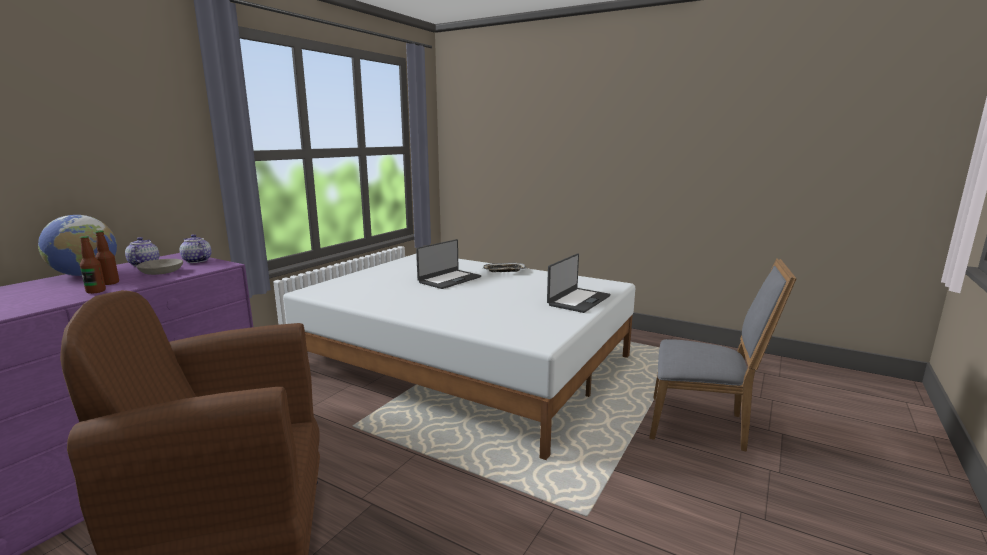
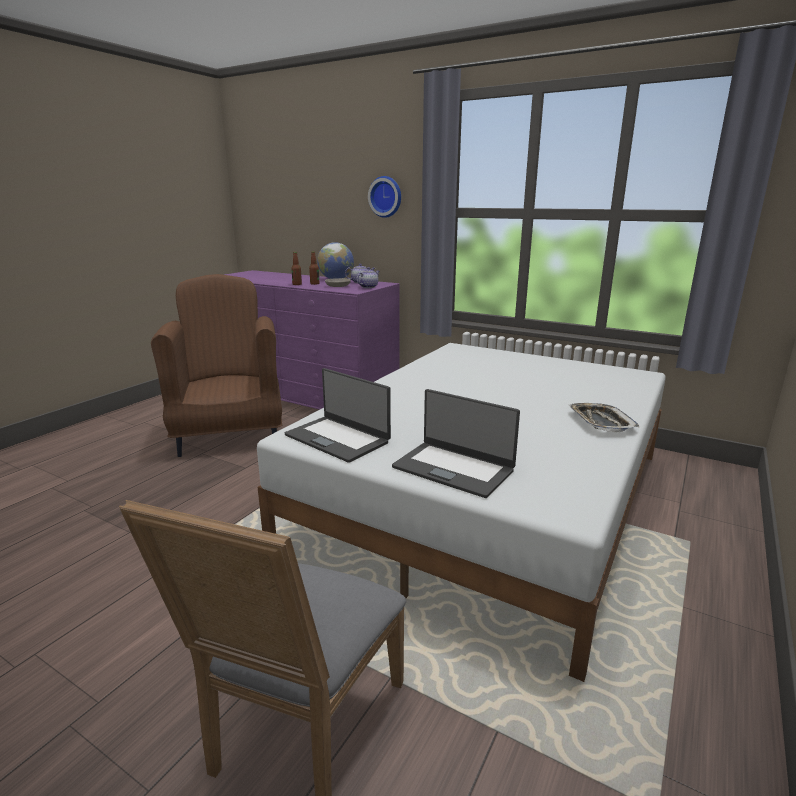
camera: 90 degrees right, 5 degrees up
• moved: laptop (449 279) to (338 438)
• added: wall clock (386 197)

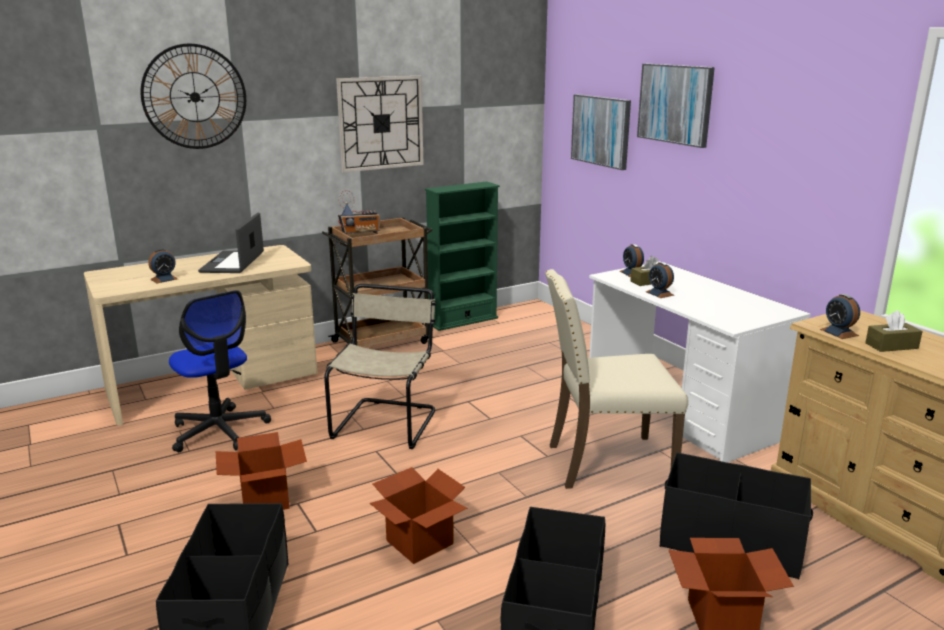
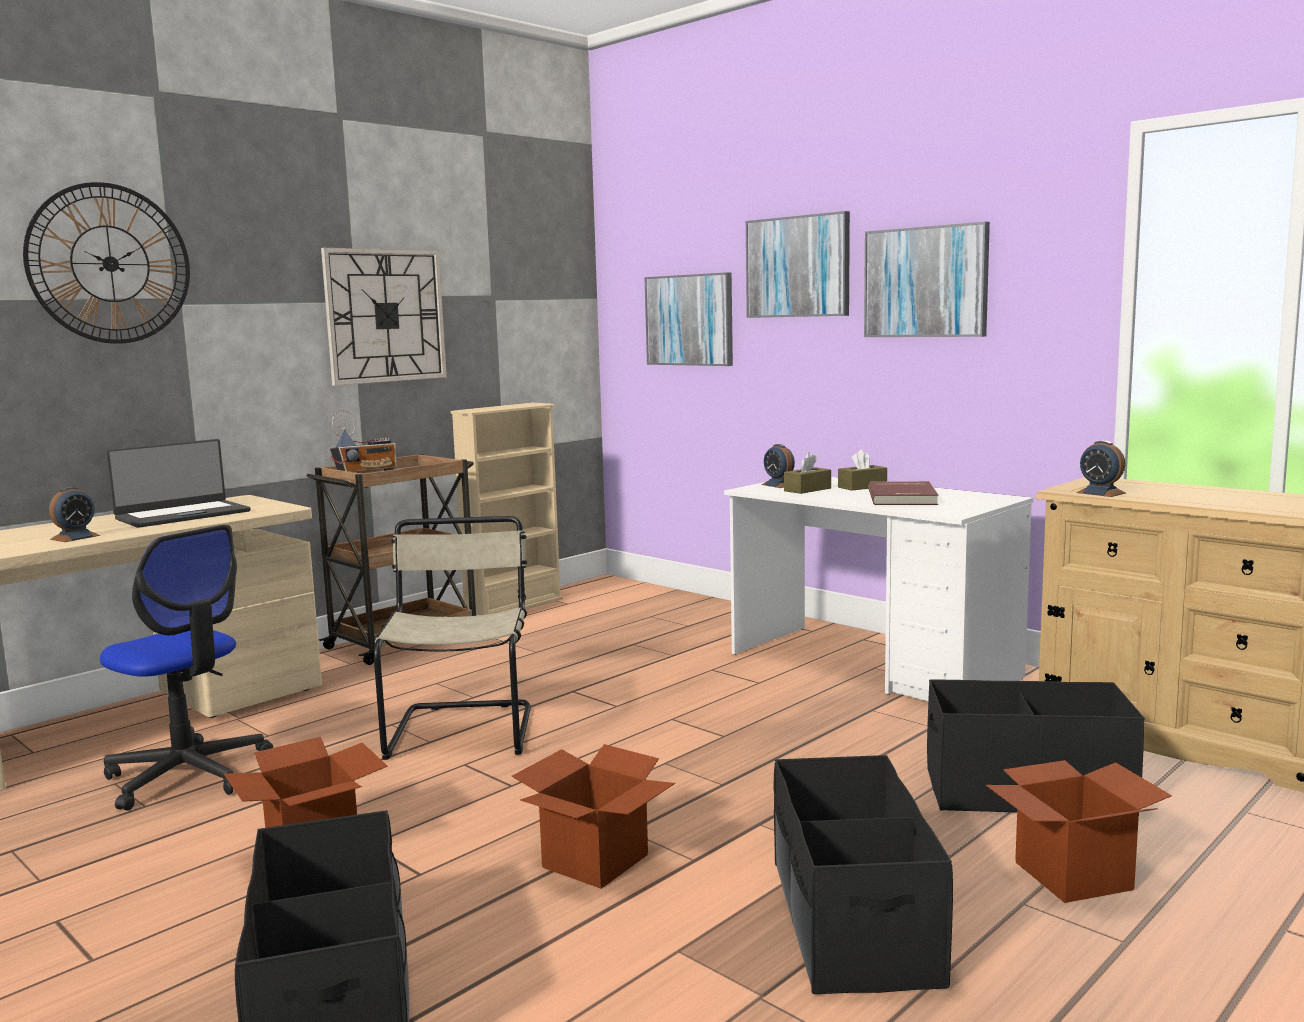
camera: 15 degrees left, 10 degrees down
• recoloured: green bookcase (463 321) to beige bookcase (513 606)
• turned: laptop (233 263) = (182 515) 120 degrees counterclockwise
• removed: alarm clock (659 293)
• removed: beige chair (606 463)
• moved: brown tissue box (891 346) to (862 487)
• added: picture (926 282)
• added: red book (903 497)

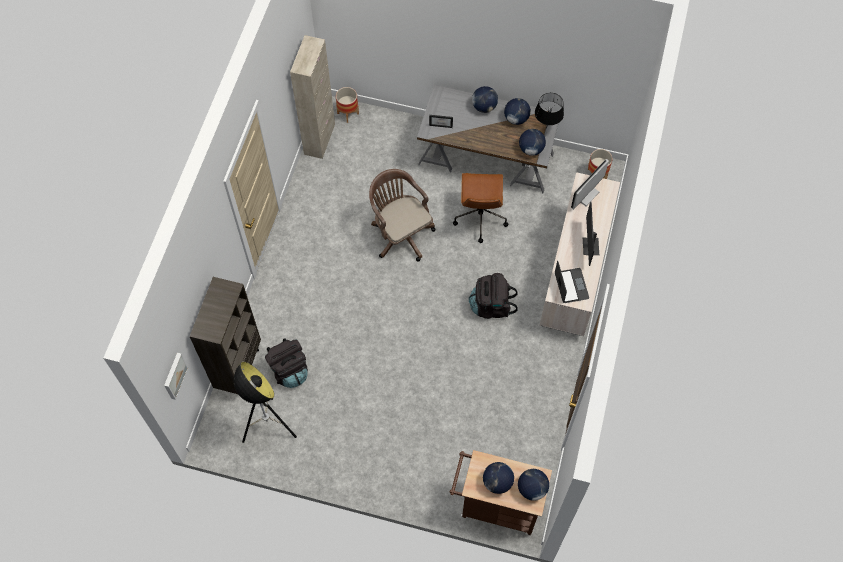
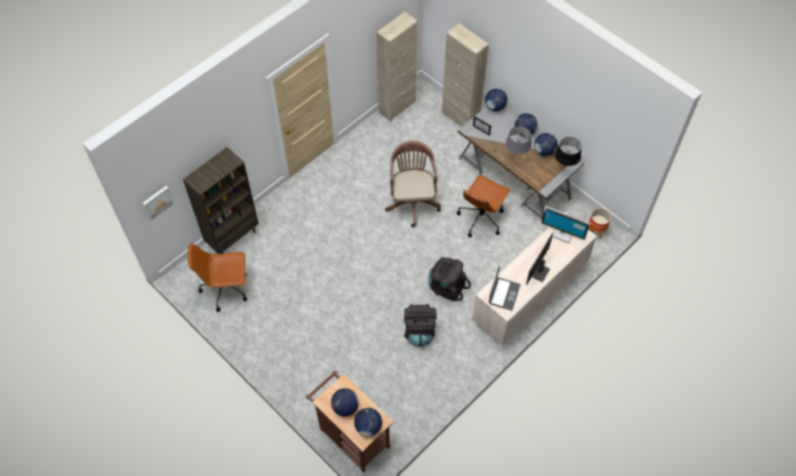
camera: 30 degrees right, 5 degrees down
• removed: planter (348 113)
• moved: globe (531 149) to (495 107)
• turned: monitor (587 195) = (562 233) 135 degrees counterclockwise
• moved: black backpack (289 370) to (419 331)
• replaced: floor lamp (268 426) to brown office chair (226 289)
• added: beige cabinet (460 118)
• added: grey table lamp (516 158)

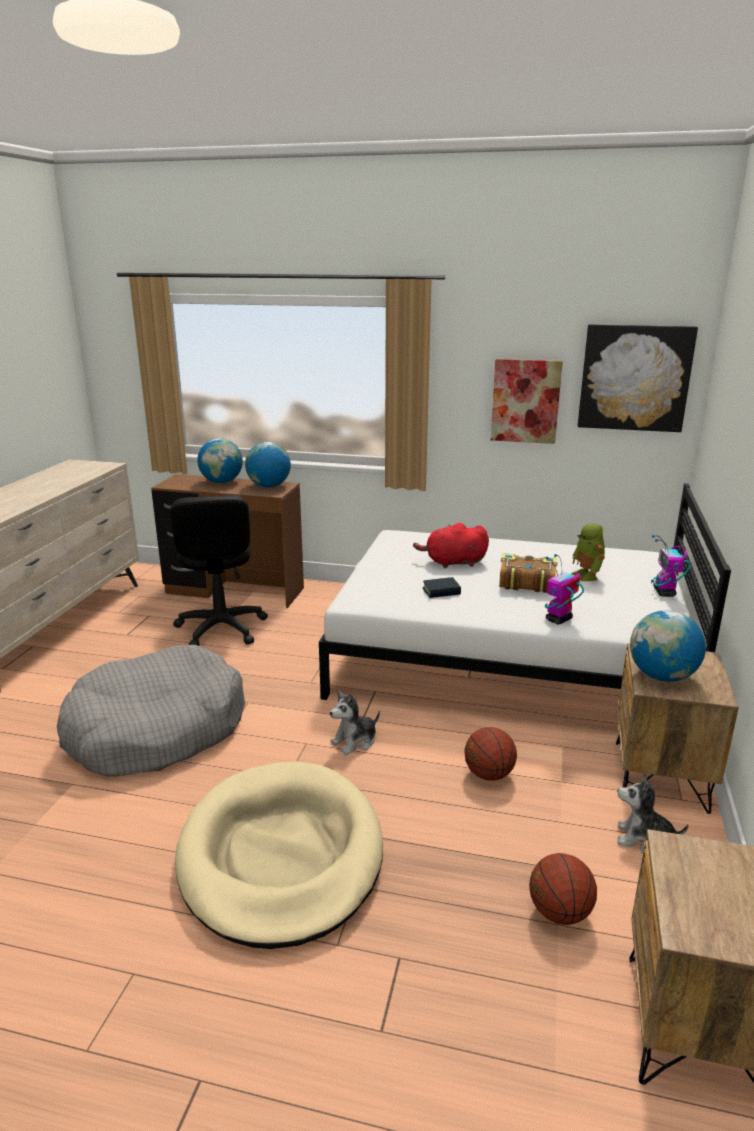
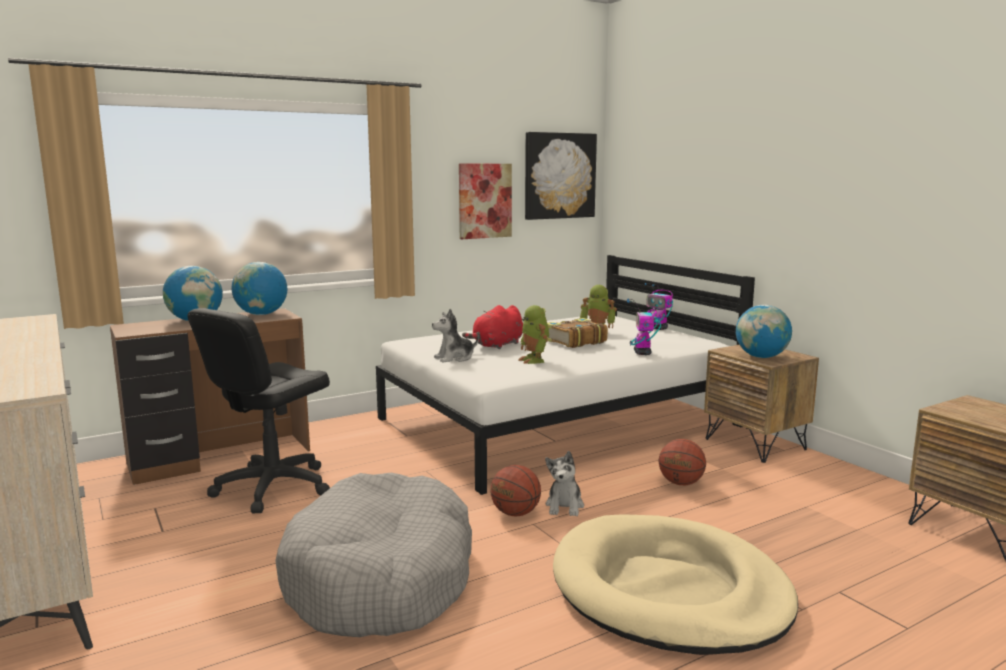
camera: 45 degrees left, 10 degrees down
• turned: black office chair (221 629) = (272 487) 90 degrees clockwise
• replaced: book (441 591) to toy robot (534 360)
• moved: plush toy (644 839) to (454 358)
• moved: basketball (559 912) to (515 513)

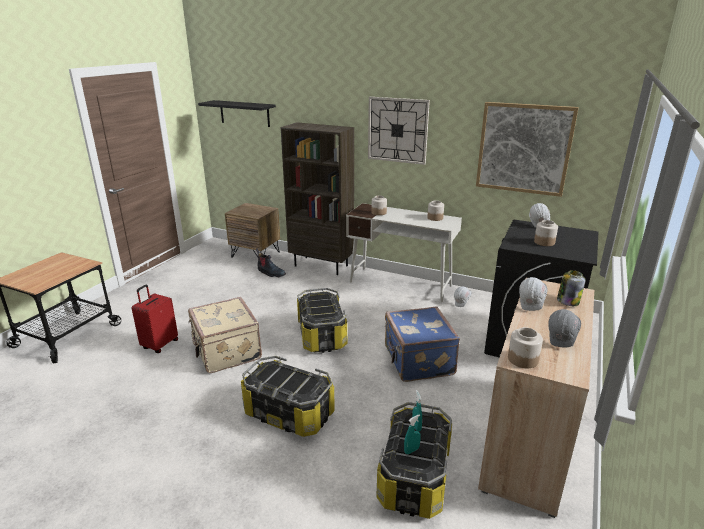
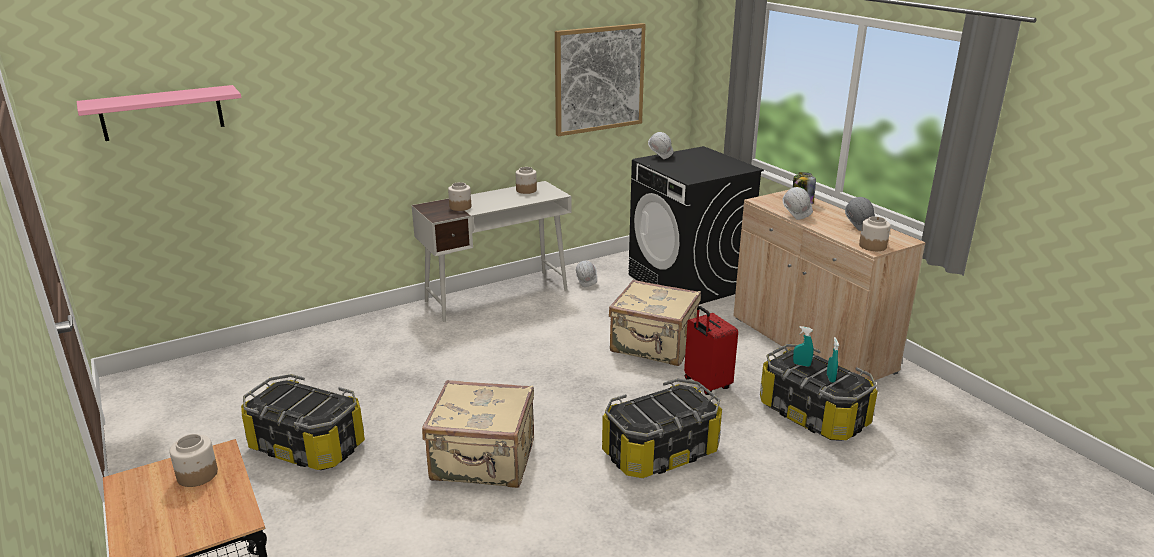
camera: 55 degrees left, 0 degrees up
• removed: wall clock (397 130)
• recoloured: black shelf (244 113) to pink shelf (162 113)
• removed: brown bookcase (322 266)
• removed: brown nightstand (256 254)
• moved: jar (544 242) to (197 475)
• removed: boot (270 273)
• moved: red suitcase (159 344) to (706 384)
• moved: storage box (322 335) to (308 445)
• recoloured: blue suitcase (417 361) to beige suitcase (654 346)

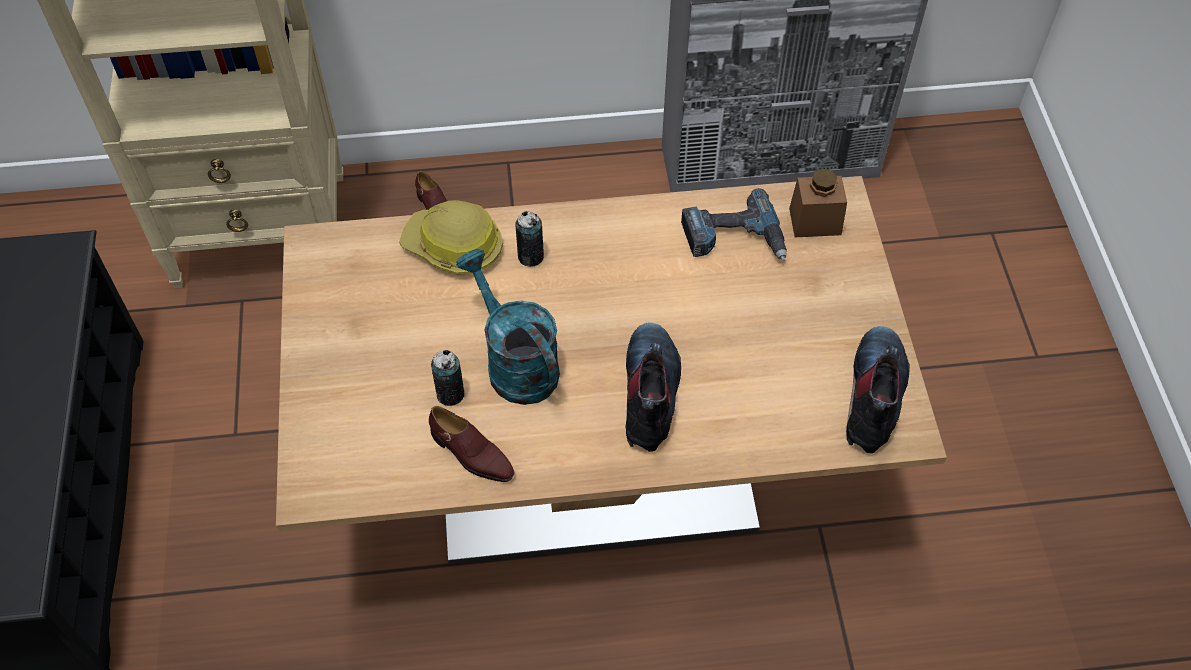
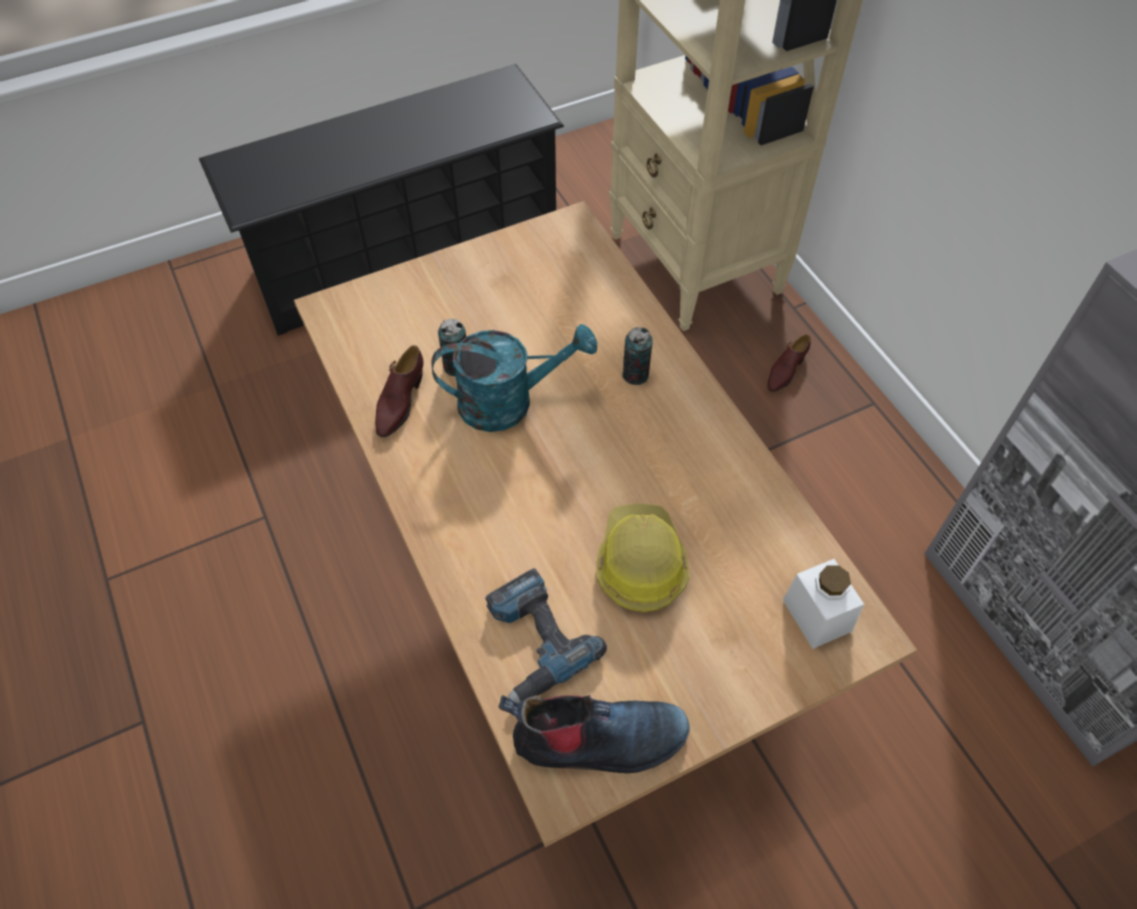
camera: 70 degrees right, 0 degrees up
• recoloured: brown jar (815 221) to white jar (817 615)
• moved: power drill (734 238) to (532 641)
• moved: hard hat (454 247) to (640 563)
• turned: turquoise watering can (515 362) = (509 401) 45 degrees clockwise
• removed: boot (651 394)

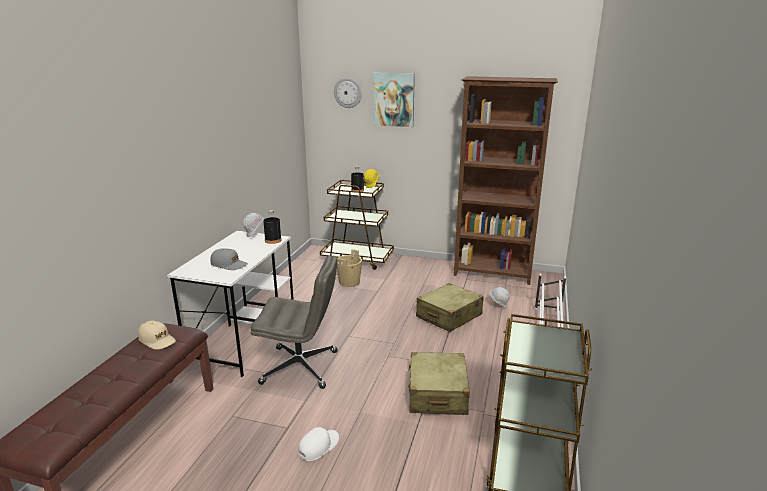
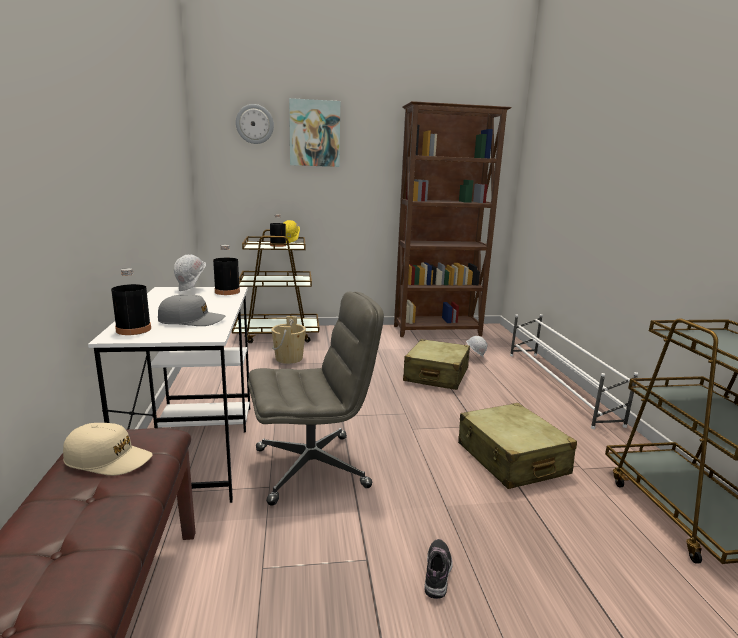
camera: 25 degrees left, 5 degrees down
• replaced: white cap (318 446) to shoe (437 572)
• added: black bottle (133 329)

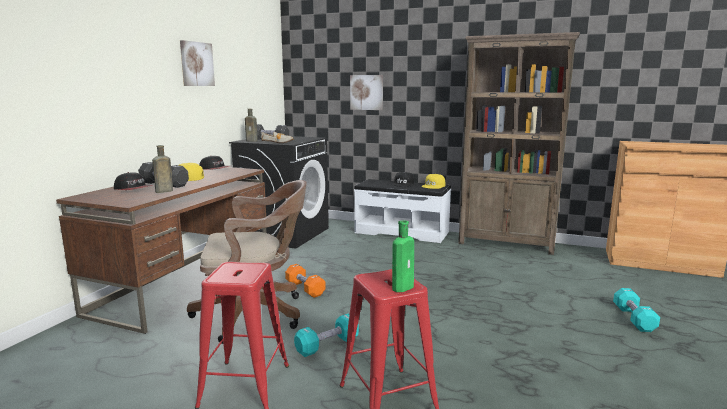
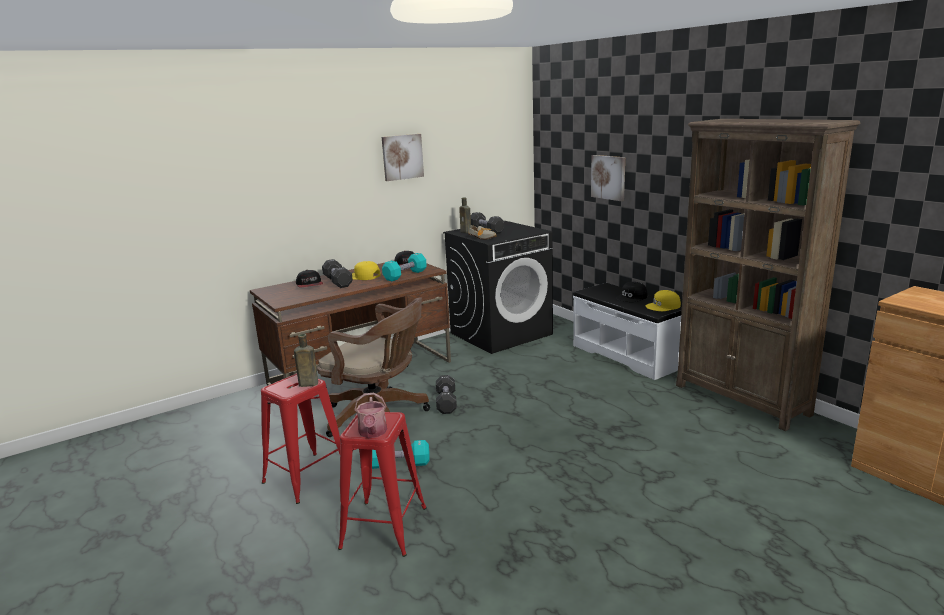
camera: 35 degrees right, 5 degrees up
• moved: brown bottle (163 191) to (307 384)
• replaced: green bottle (404 287) to watering can (372 433)
• recoloured: orange dumbbell (305 289) to black dumbbell (446 402)
• moved: turquoise dumbbell (633 319) to (405 275)

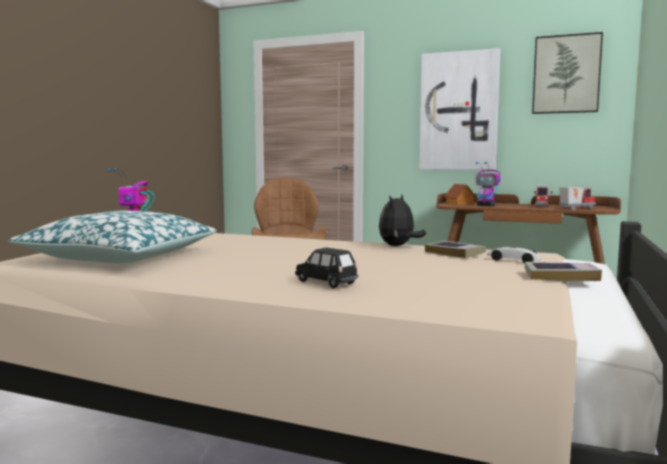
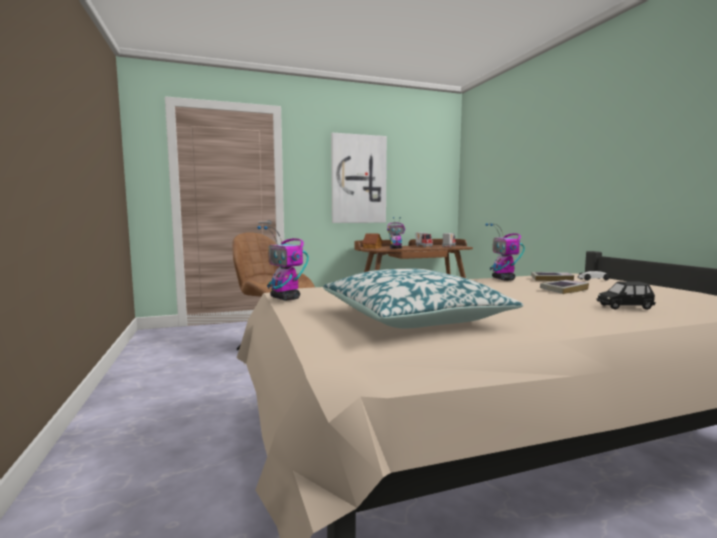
camera: 40 degrees left, 0 degrees up
• removed: picture (566 74)
• replaced: plush toy (398 246) to toy robot (503 279)
• moved: book (561 276) to (563 290)

